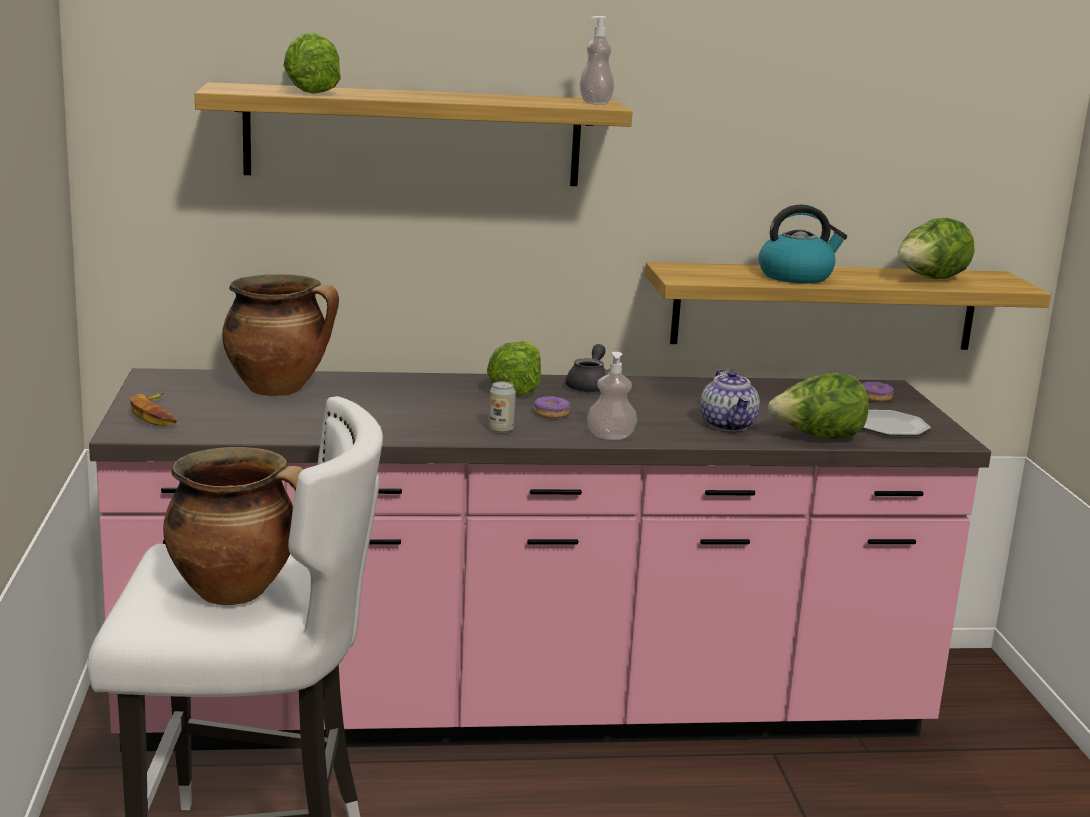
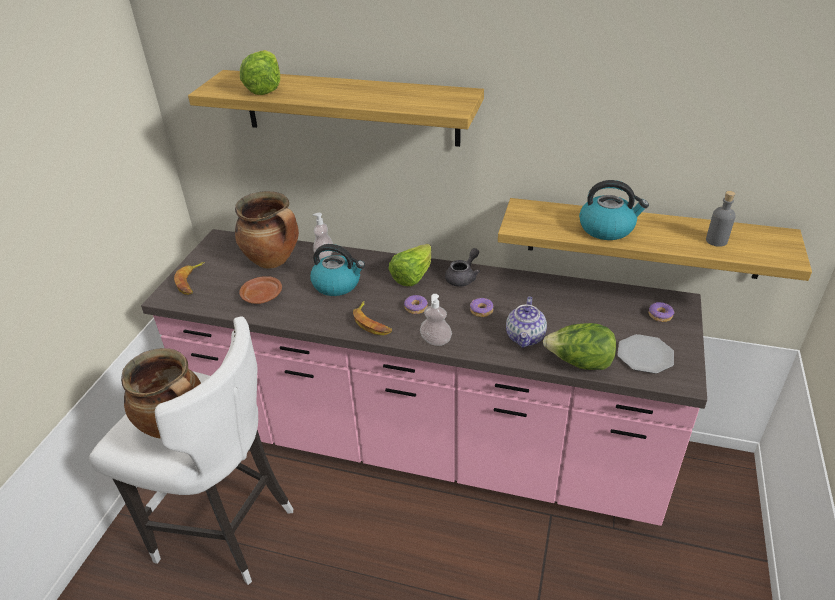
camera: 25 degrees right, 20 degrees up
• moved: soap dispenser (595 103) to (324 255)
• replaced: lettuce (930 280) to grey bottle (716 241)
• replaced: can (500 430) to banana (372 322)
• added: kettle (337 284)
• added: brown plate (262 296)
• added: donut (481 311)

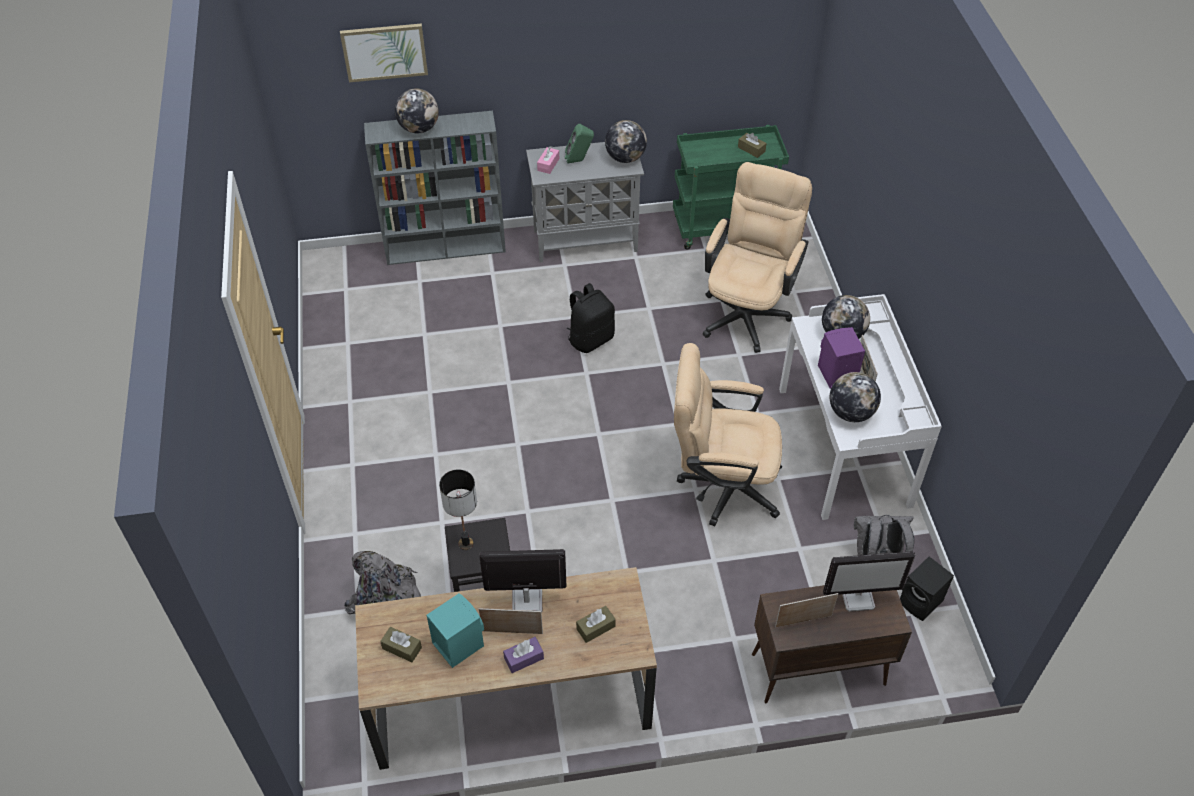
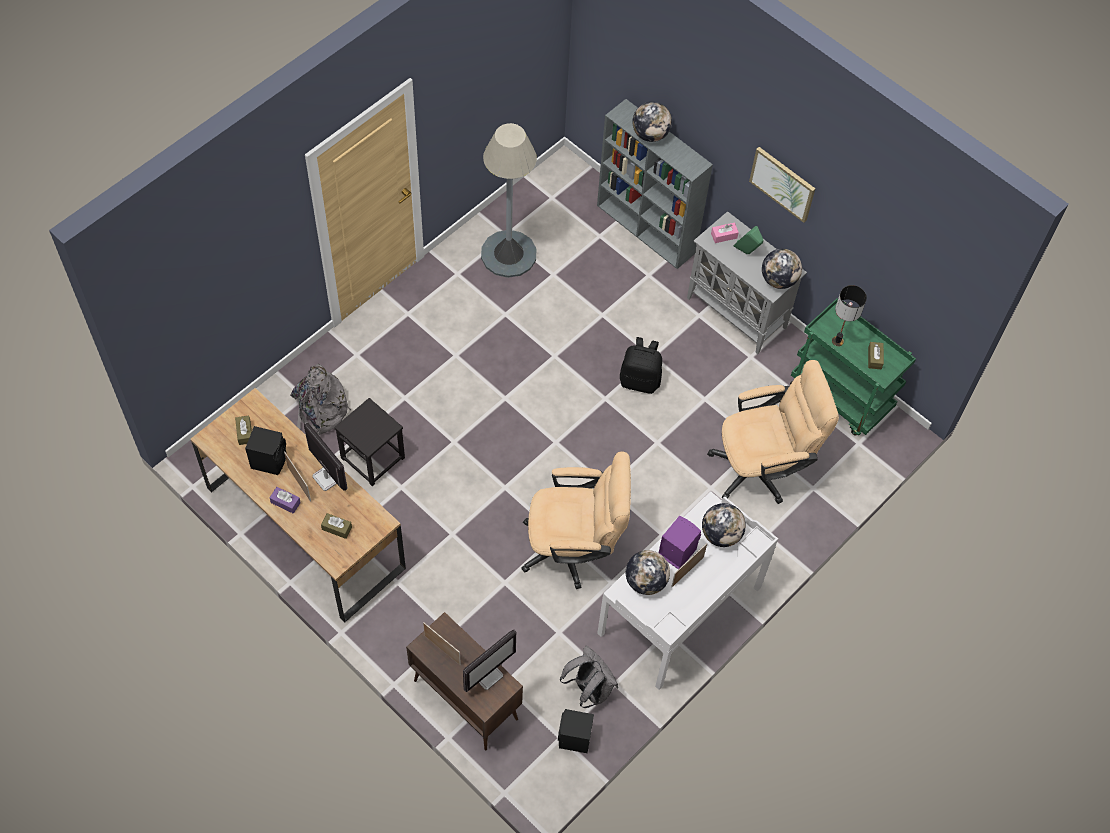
camera: 50 degrees right, 10 degrees up
• moved: picture (384 51) to (783 183)
• turned: beige office chair (720 485) = (574 548) 120 degrees clockwise
• moved: table lamp (465 544) to (837 341)
• turned: monitor (858 597) = (487 674) 90 degrees counterclockwise
• recoloured: turquoise speaker (457 643) to black speaker (269 460)
• added: grey floor lamp (508 254)

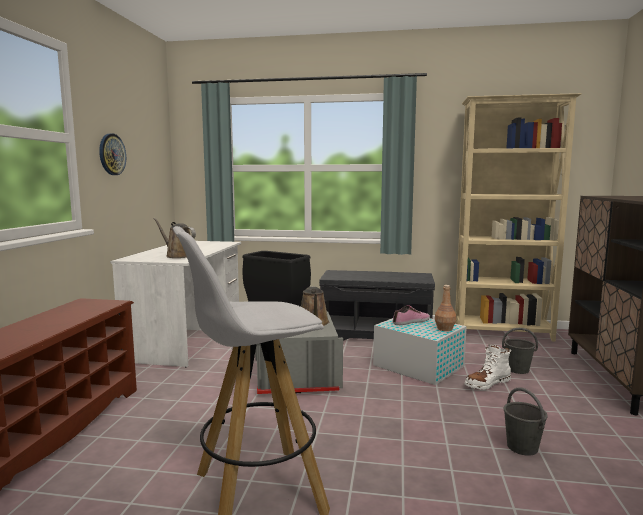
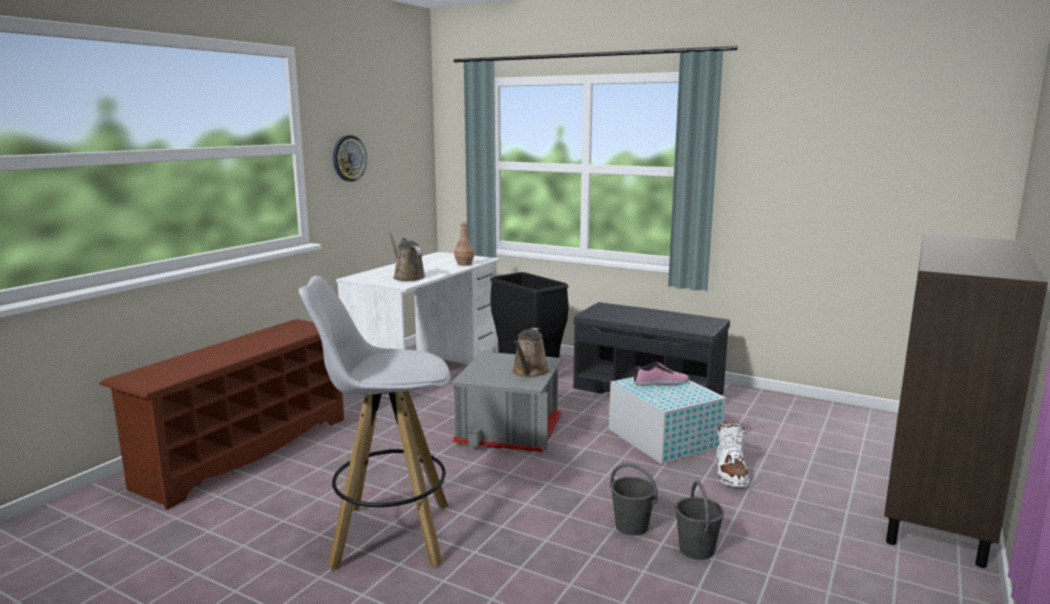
camera: 20 degrees right, 5 degrees up
• removed: beige bookcase (503 333)
• moved: brown bottle (445 329) to (464 264)
• moved: grey bucket (518 369) to (632 527)
• turned: white boot (487 384) = (730 473) 75 degrees counterclockwise

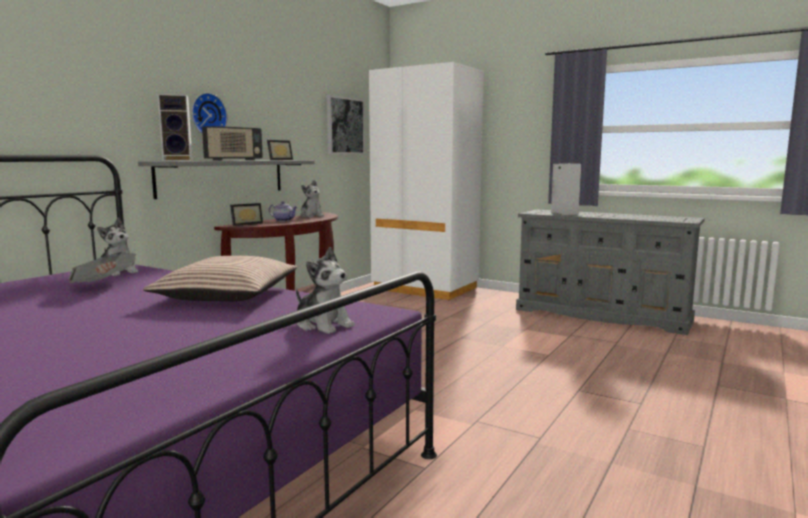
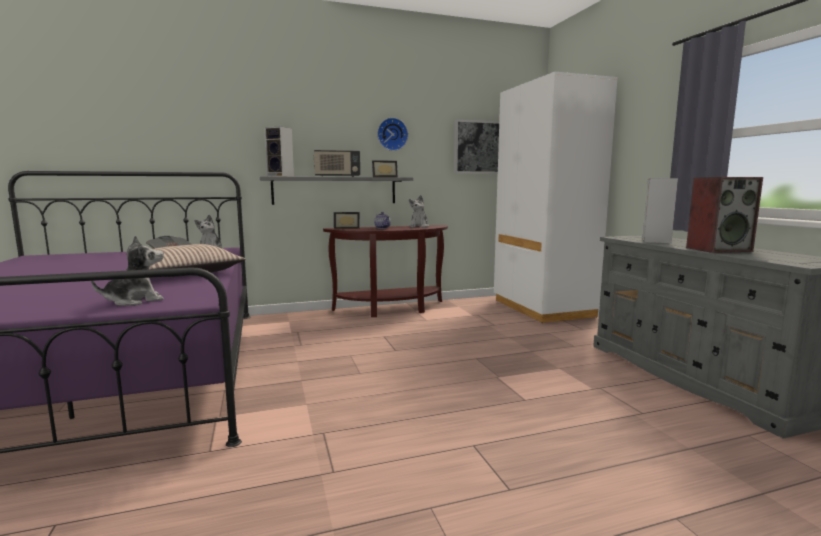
camera: 40 degrees right, 0 degrees up
• moved: wall clock (207 115) to (392 134)
• turned: plush toy (323 325) = (135 301) 120 degrees counterclockwise
• added: speaker (718 249)

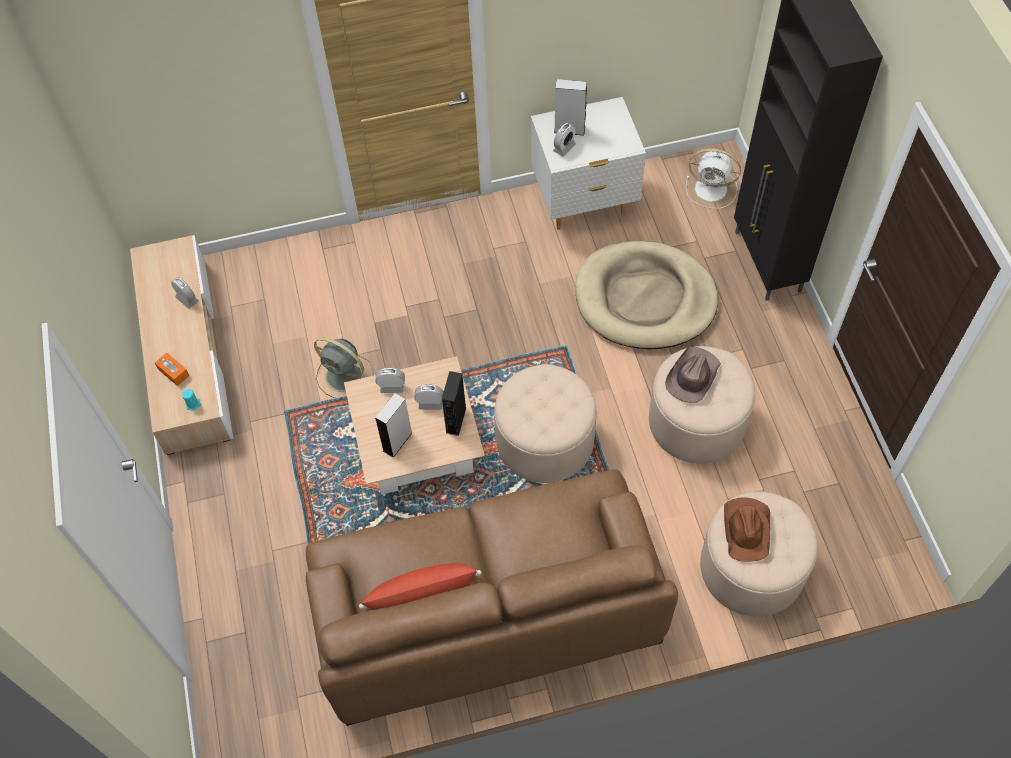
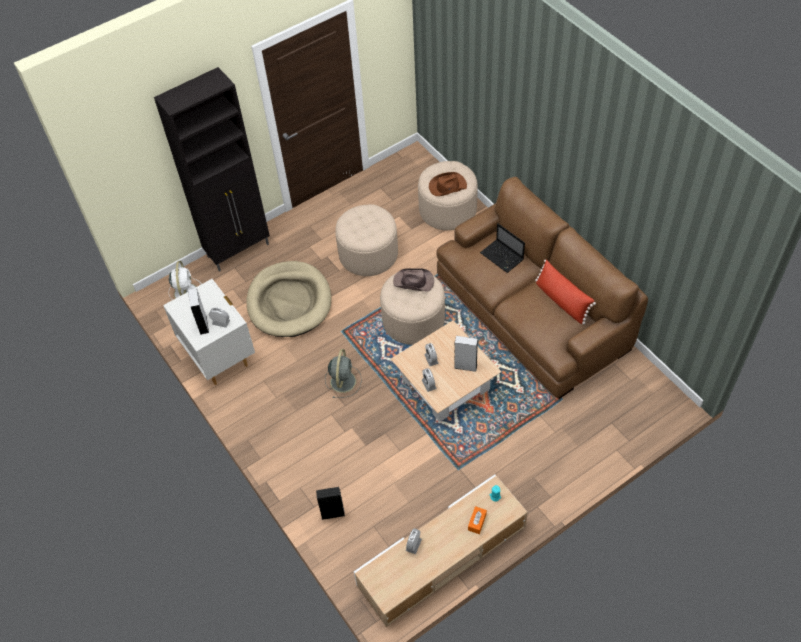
camera: 110 degrees left, 5 degrees down
• moved: grey fan (345 376) to (343 380)
• moved: brown hat (692 376) to (414 282)
• moved: black speaker (456 420) to (332 513)
• added: laptop (502 257)

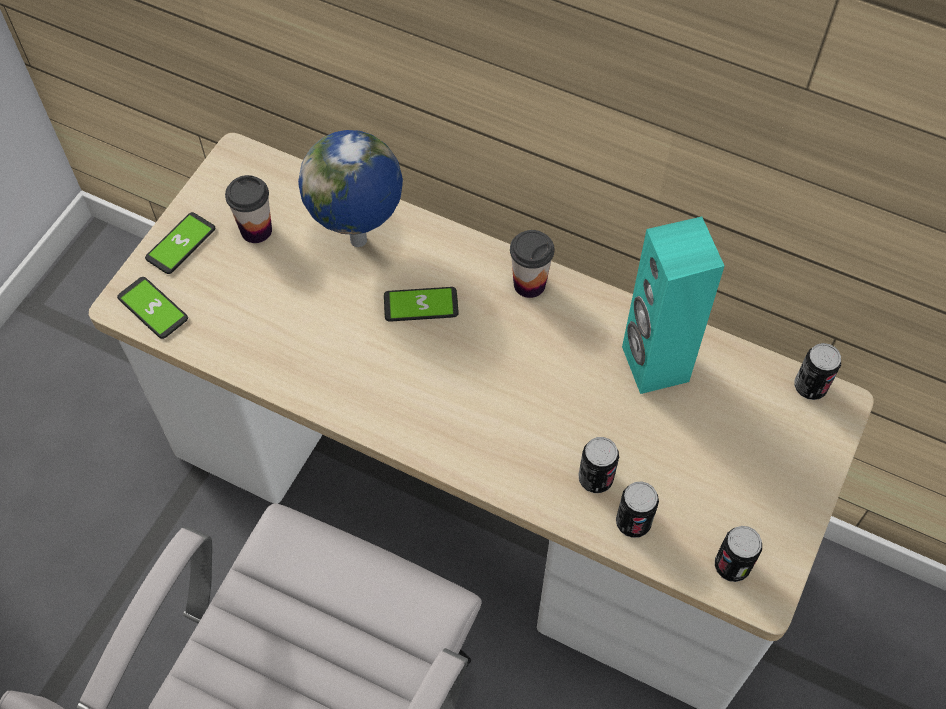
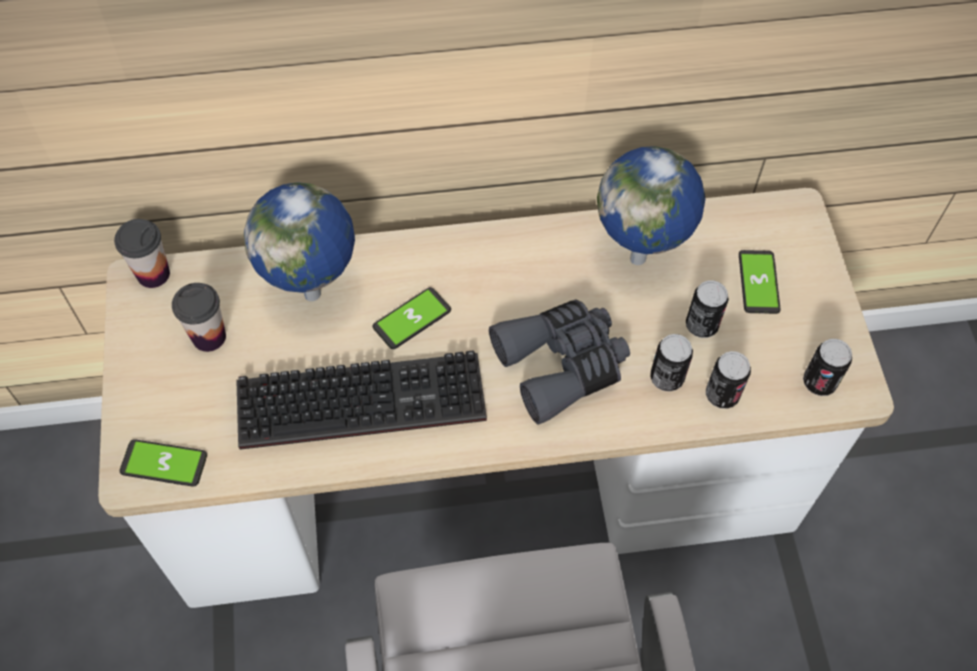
camera: 35 degrees left, 0 degrees up
• moved: phone (181 244) to (758 282)
• replaced: turquoise speaker (654 364) to globe (640 258)
• moved: cup (529 284) to (153 274)
• moved: can (810 386) to (701 325)
• added: grey binoculars (562 364)
• added: keyboard (365 397)

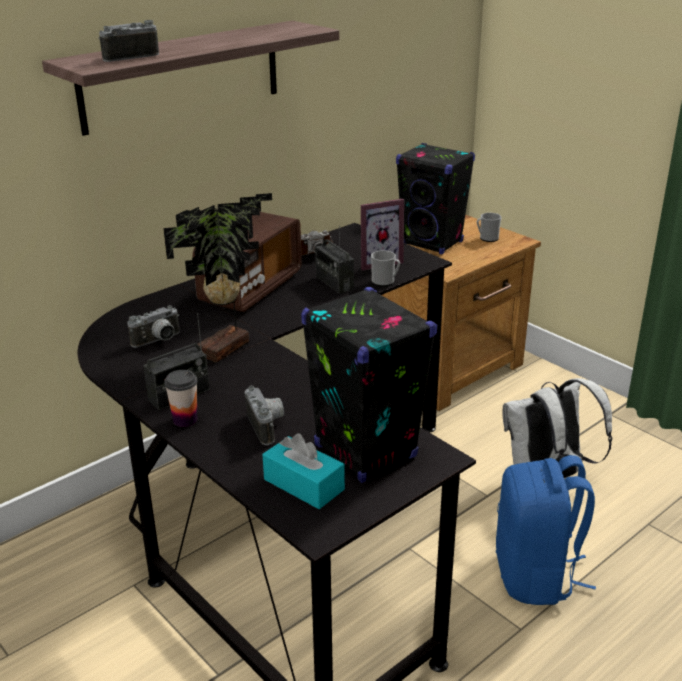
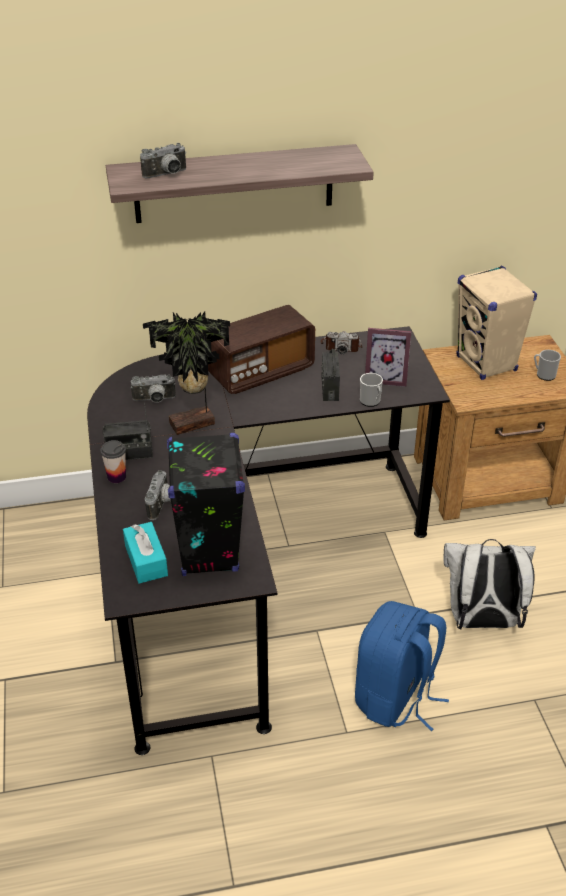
camera: 30 degrees right, 10 degrees up
• turned: photo camera (128 56) = (166 175) 150 degrees clockwise
• recoloured: black speaker (432 243) to beige speaker (486 364)

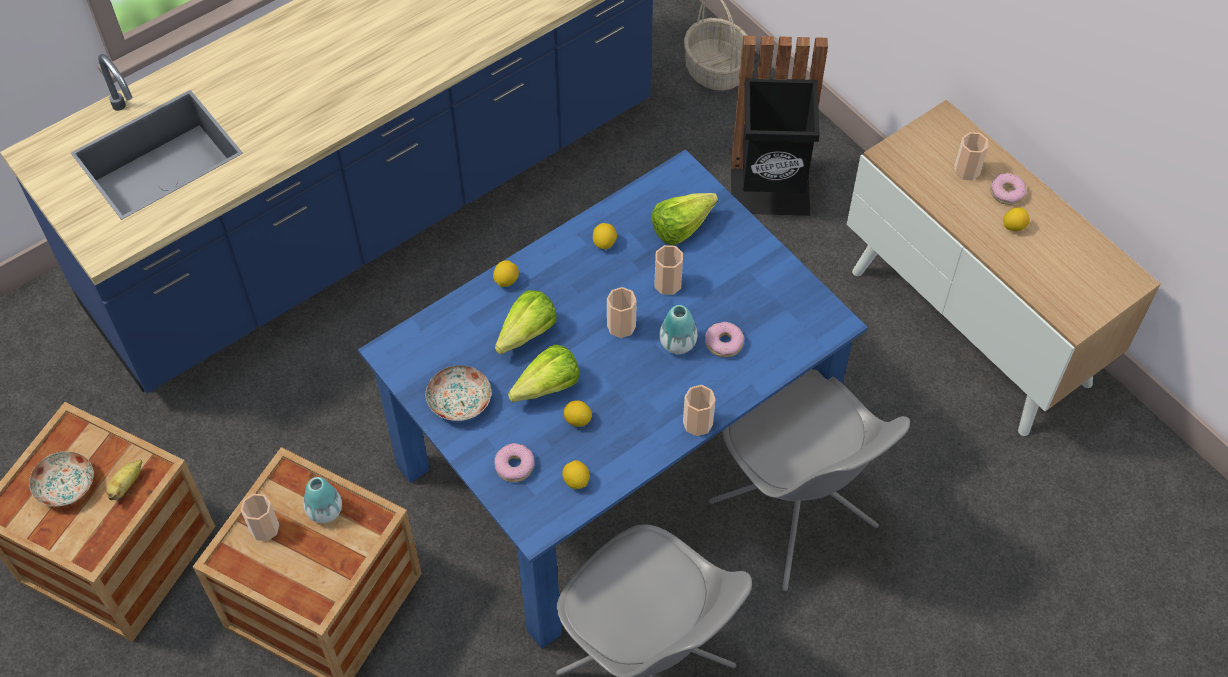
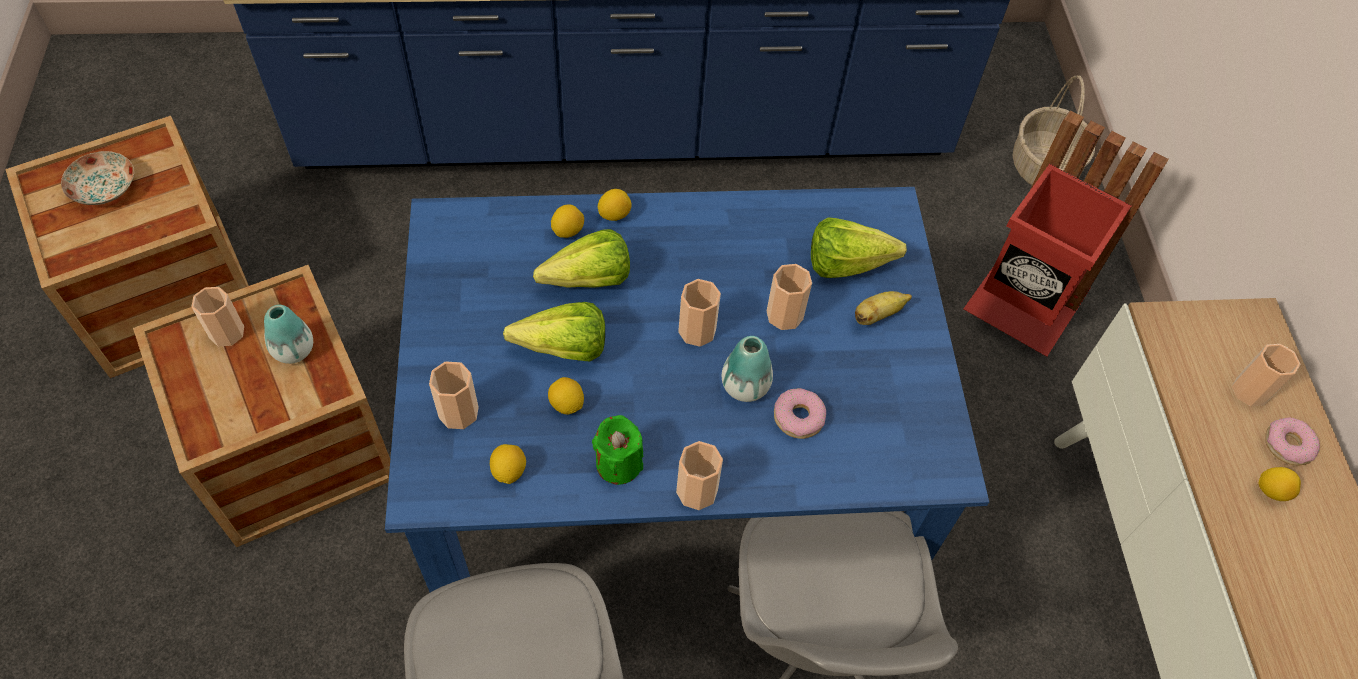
camera: 30 degrees right, 0 degrees up
• recoloured: black trash can (770 191) to red trash can (1020 310)
• moved: lemon (604 243) to (568 231)
• removed: plate (460 400)
• replaced: donut (514 466) to cup (458 412)
• moved: banana (126 485) to (877 315)
• added: green candle (618 463)

